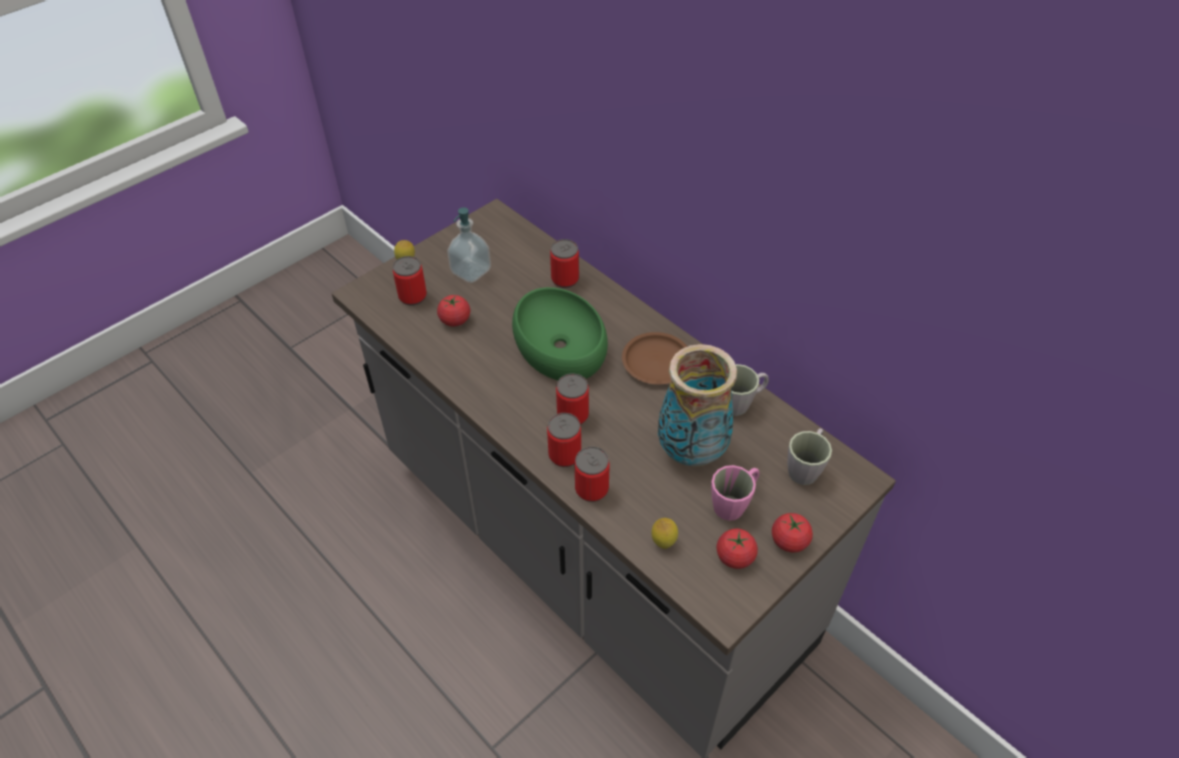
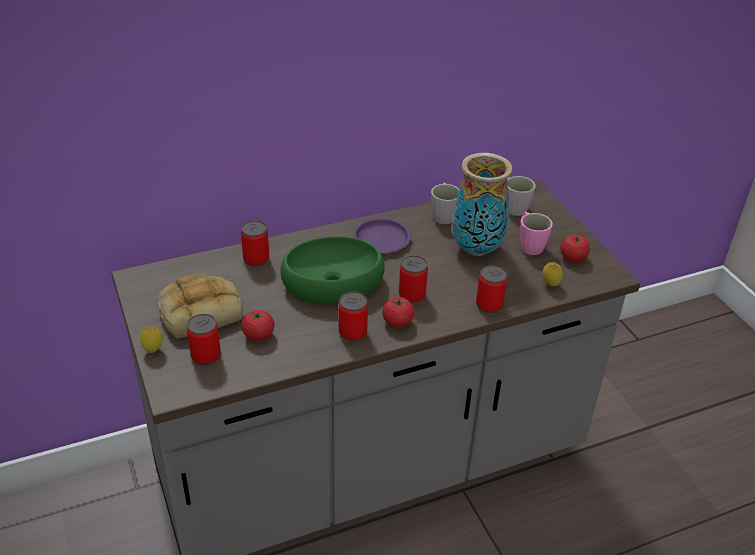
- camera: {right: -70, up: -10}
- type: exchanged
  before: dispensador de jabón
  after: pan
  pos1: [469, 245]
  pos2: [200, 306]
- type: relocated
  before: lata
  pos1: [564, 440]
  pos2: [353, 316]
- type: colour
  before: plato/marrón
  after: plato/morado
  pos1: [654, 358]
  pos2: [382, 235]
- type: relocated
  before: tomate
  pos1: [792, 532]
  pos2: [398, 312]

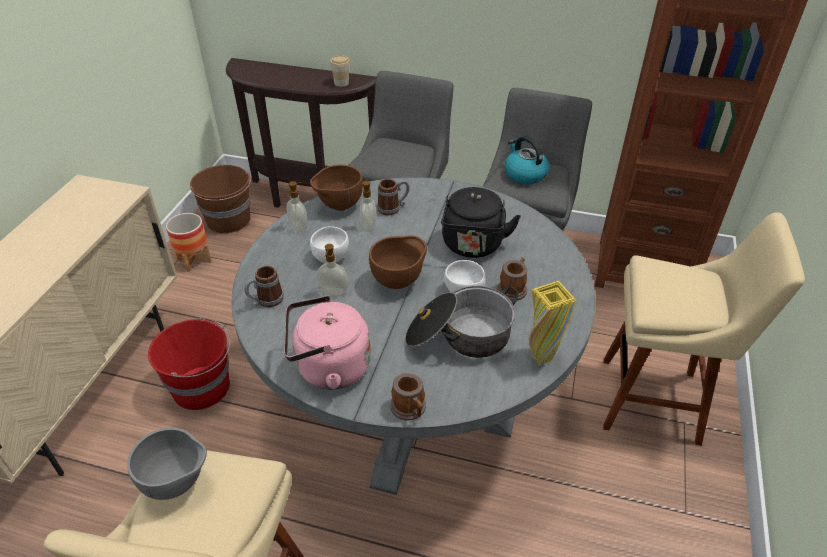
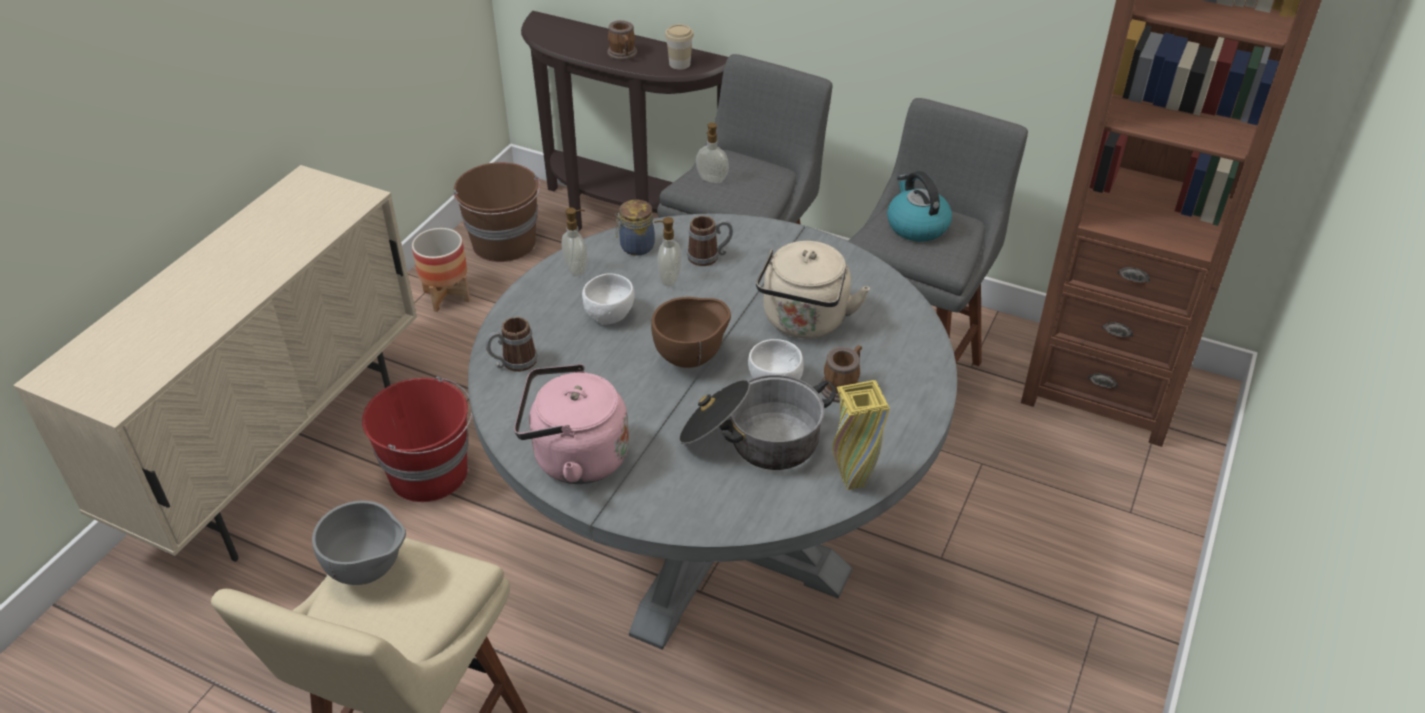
- camera: {right: 10, up: 0}
- type: relocated
  before: taza grande
  pos1: [408, 396]
  pos2: [622, 40]
- type: exchanged
  before: cuenco/marrón
  after: tarro
  pos1: [336, 188]
  pos2: [635, 228]
- type: relocated
  before: dispensador de jabón
  pos1: [333, 270]
  pos2: [712, 153]
- type: colour
  before: hervidor/negro
  after: hervidor/beis
  pos1: [481, 222]
  pos2: [813, 289]
- type: missing
  before: taburete/beis
  pos1: [704, 329]

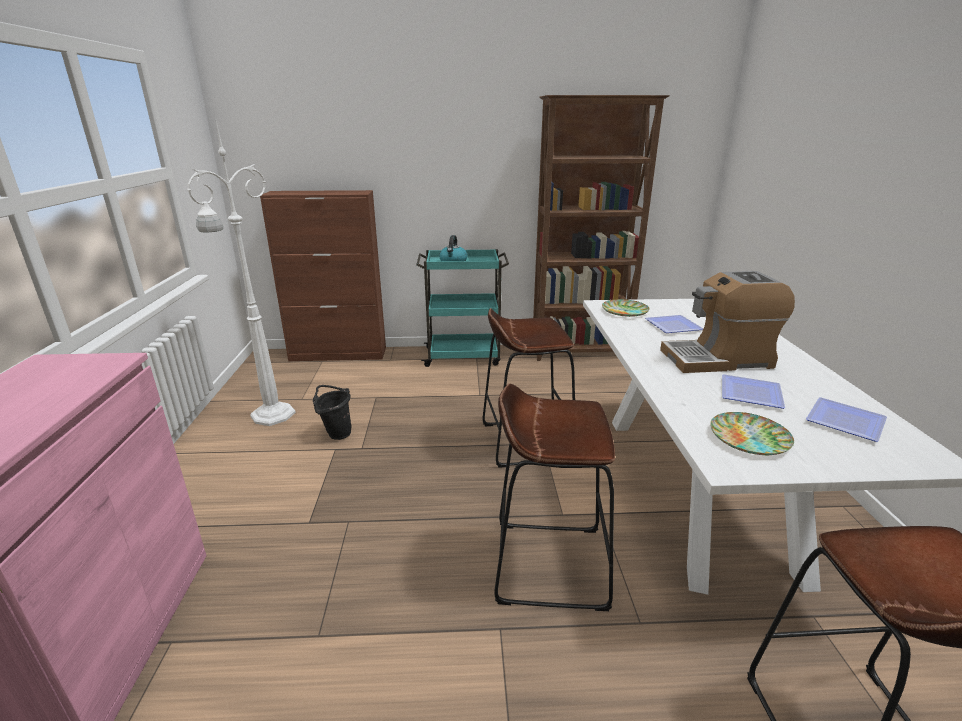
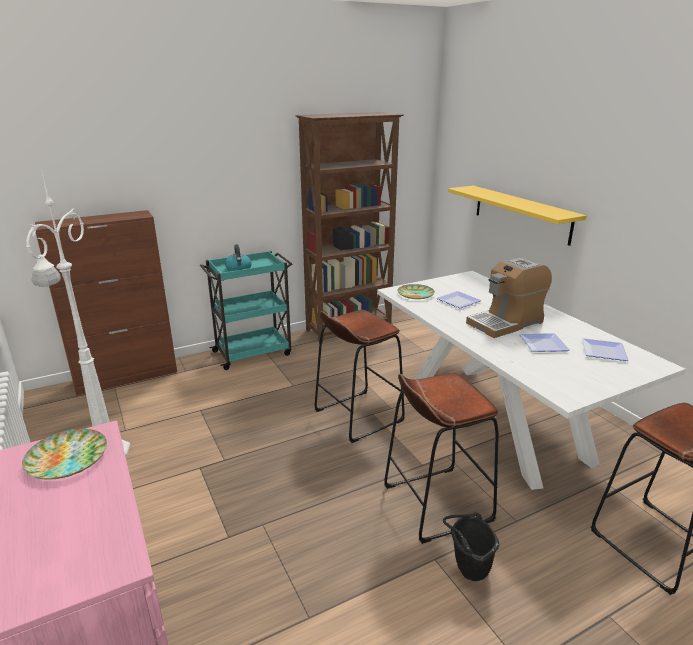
- camera: {right: -25, up: 0}
- type: relocated
  before: plato
  pos1: [752, 433]
  pos2: [64, 454]
- type: relocated
  before: cubo/negro
  pos1: [332, 412]
  pos2: [471, 546]
- type: appeared
  after: estante/amarillo
  pos2: [517, 216]

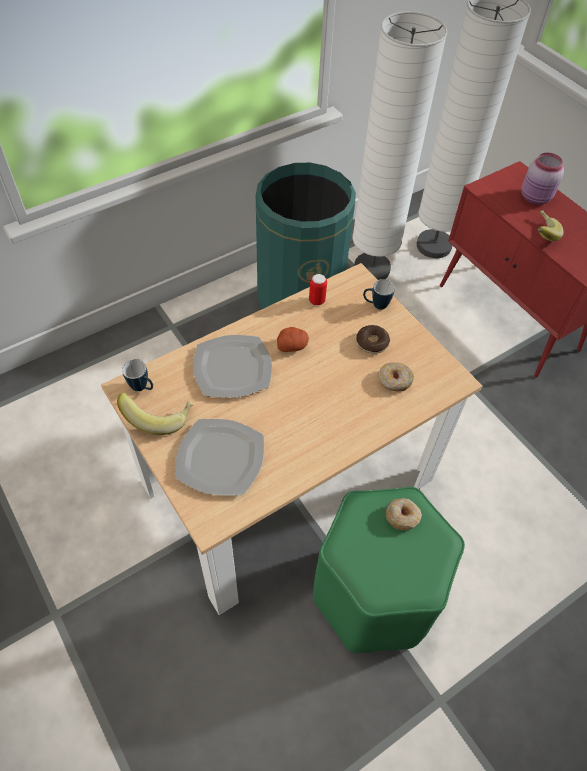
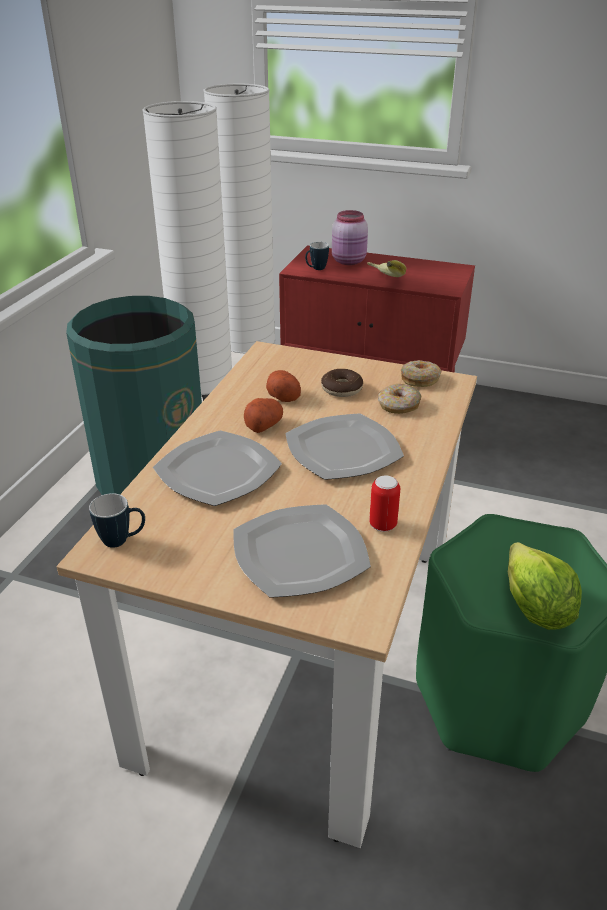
- camera: {right: -35, up: -20}
- type: appeared
  after: patata
  pos2: [283, 386]
- type: appeared
  after: plato
  pos2: [344, 446]
- type: relocated
  before: taza grande
  pos1: [379, 294]
  pos2: [317, 256]
- type: relocated
  before: lata
  pos1: [318, 290]
  pos2: [384, 503]
- type: relocated
  before: rosquilla
  pos1: [404, 514]
  pos2: [421, 373]
- type: appeared
  after: lechuga
  pos2: [545, 586]
- type: missing
  before: plátano
  pos1: [155, 413]

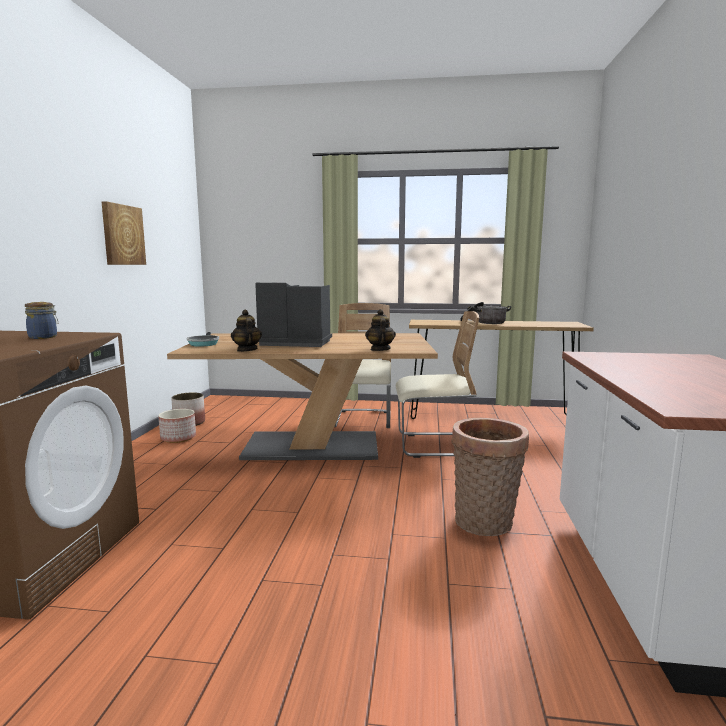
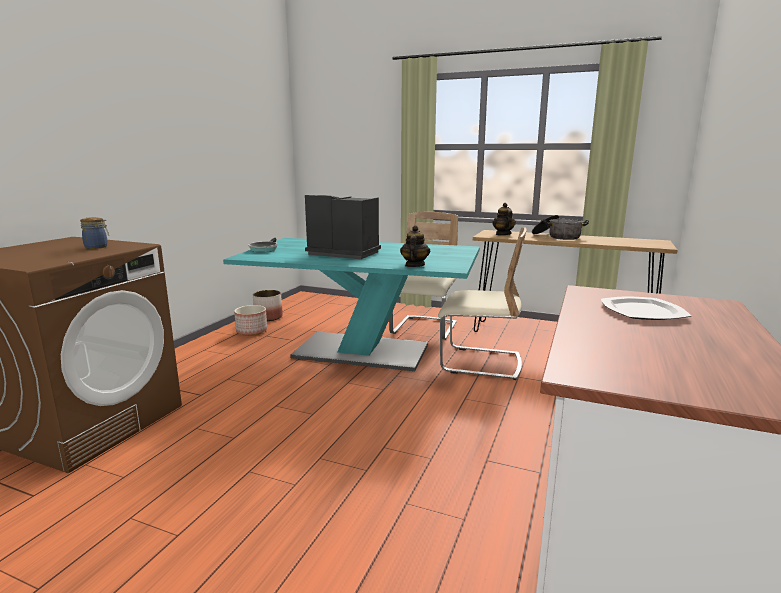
- camera: {right: 15, up: 5}
- type: colour
  before: mesa de comedor/marrón
  after: mesa de comedor/turquesa
  pos1: [302, 396]
  pos2: [351, 304]
- type: relocated
  before: tetera
  pos1: [246, 330]
  pos2: [504, 219]
- type: appeared
  after: plato
  pos2: [646, 308]
- type: missing
  before: cuadro
  pos1: [124, 233]
- type: missing
  before: cesta
  pos1: [490, 477]

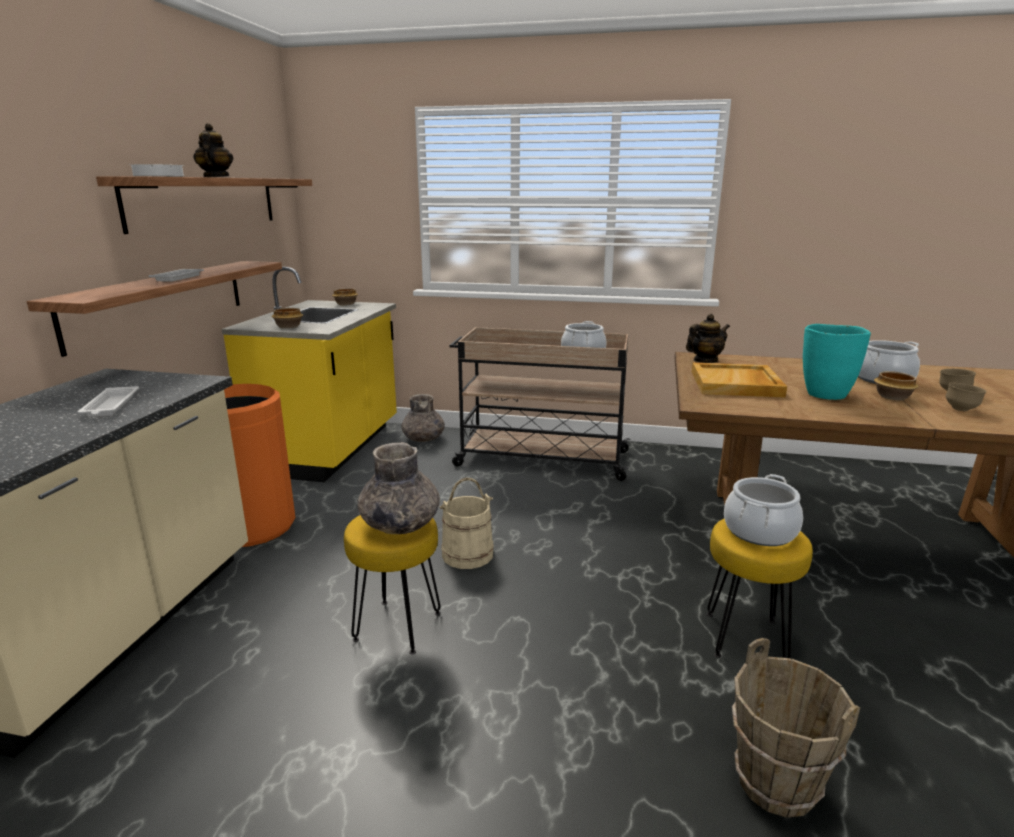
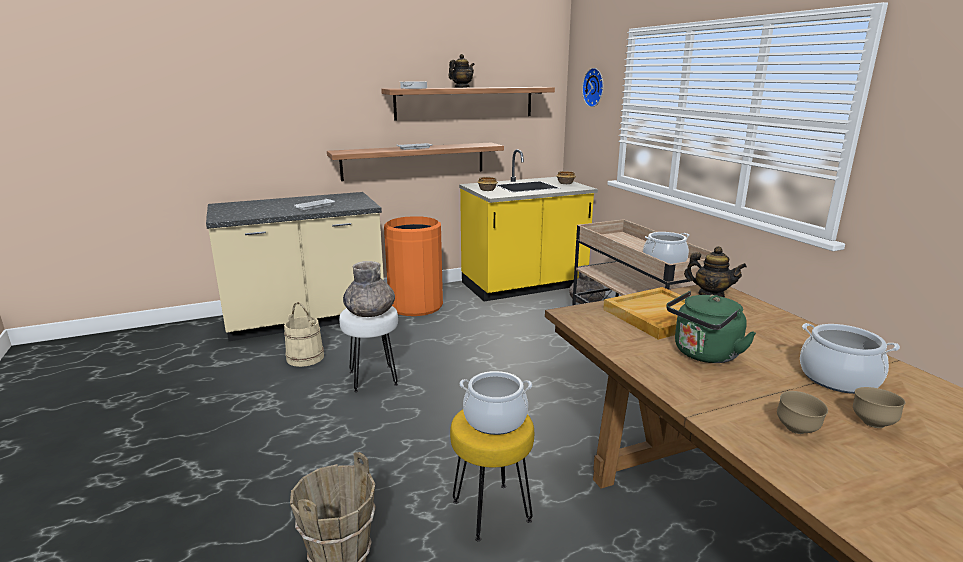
- camera: {right: 55, up: 0}
- type: relocated
  before: cubo/beis
  pos1: [466, 523]
  pos2: [304, 334]
- type: colour
  before: taburete/amarillo
  after: taburete/blanco
  pos1: [392, 584]
  pos2: [368, 349]
- type: appeared
  after: reloj de pared
  pos2: [592, 87]
- type: exchanged
  before: florero/turquesa
  after: hervidor/verde
  pos1: [837, 362]
  pos2: [711, 327]
- type: missing
  before: cuenco
  pos1: [896, 385]

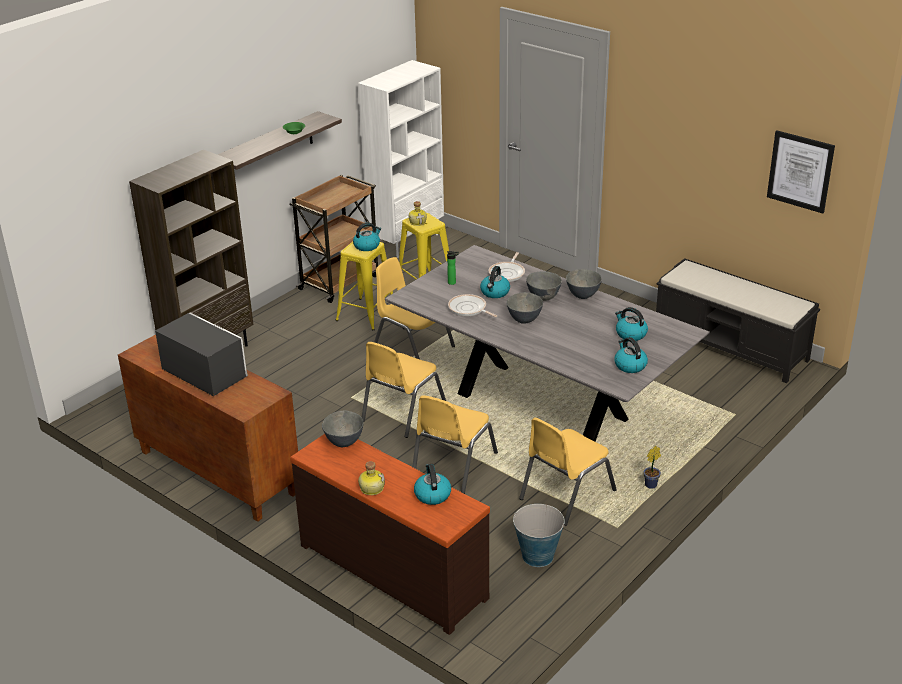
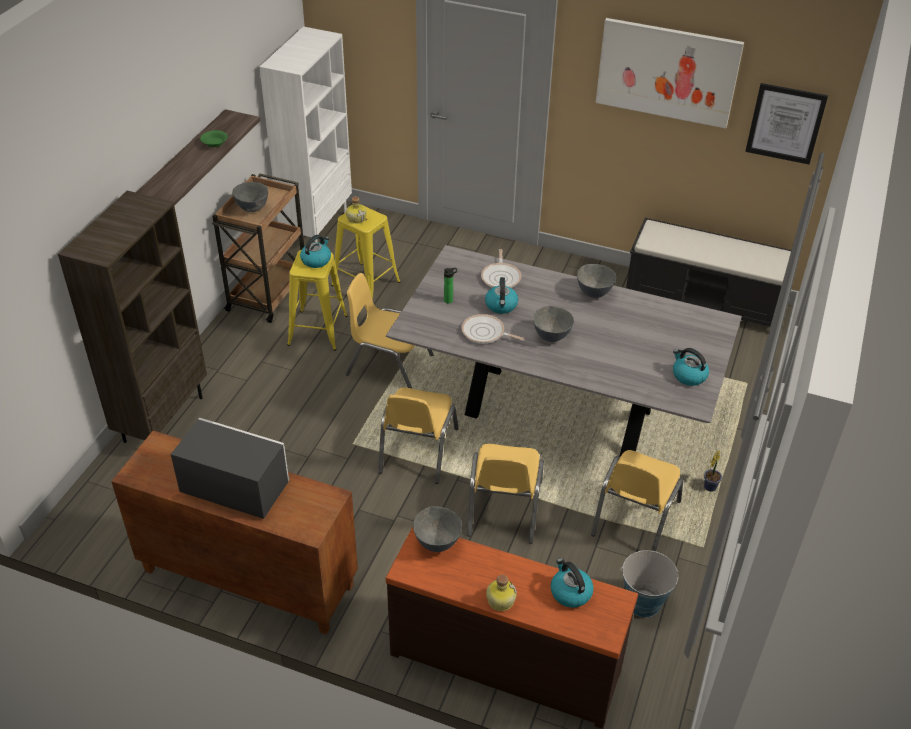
- camera: {right: -20, up: 10}
- type: relocated
  before: cuenco/gris
  pos1: [544, 286]
  pos2: [250, 197]
- type: appeared
  after: cuadro
  pos2: [670, 73]
- type: missing
  before: hervidor
  pos1: [631, 324]

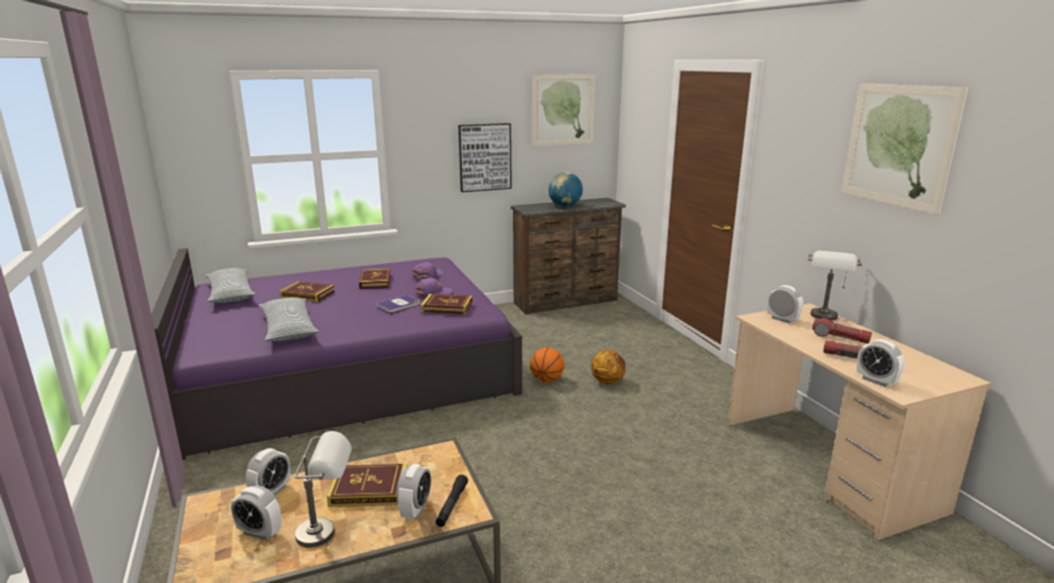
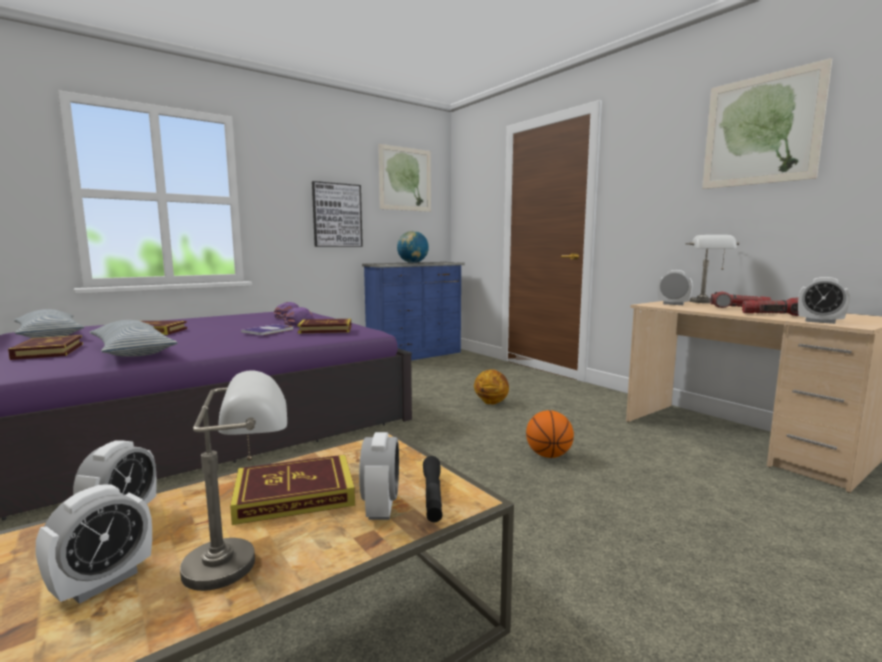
- camera: {right: -15, up: -10}
- type: relocated
  before: libro
  pos1: [375, 279]
  pos2: [45, 347]
- type: spun
  before: despertador
  pos1: [256, 513]
  pos2: [93, 544]
  turn: -60
- type: colour
  before: cómoda/marrón
  after: cómoda/azul
  pos1: [568, 256]
  pos2: [413, 311]
- type: relocated
  before: balón de baloncesto
  pos1: [547, 365]
  pos2: [550, 434]

